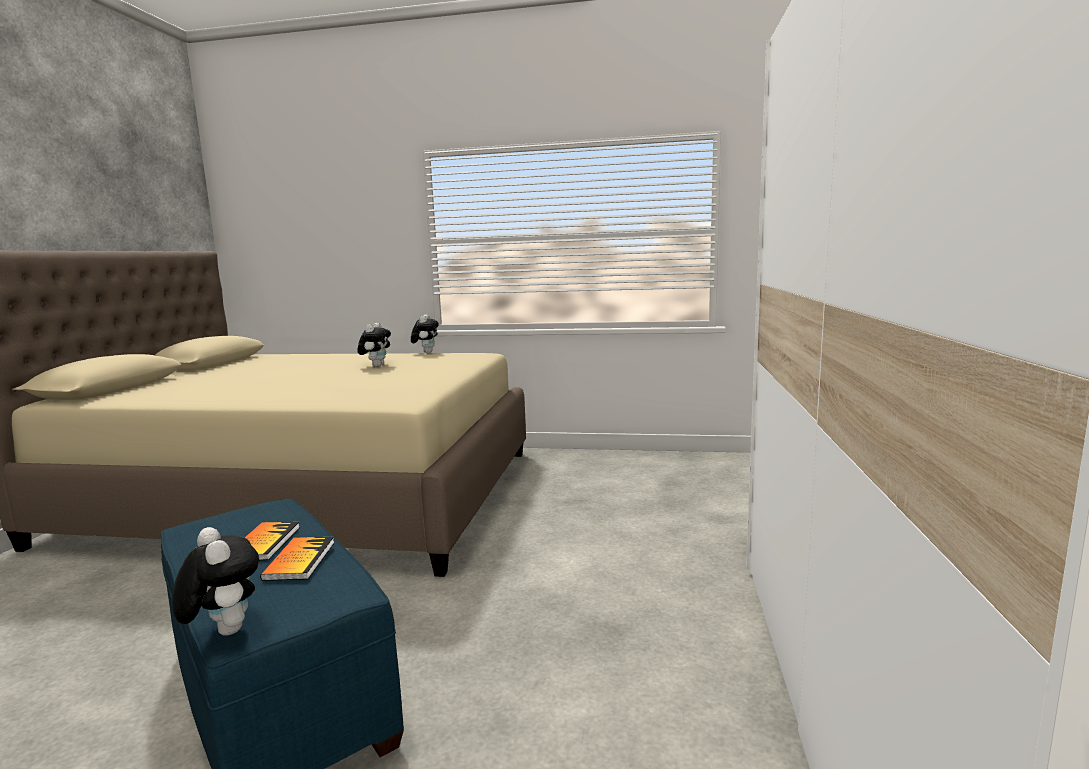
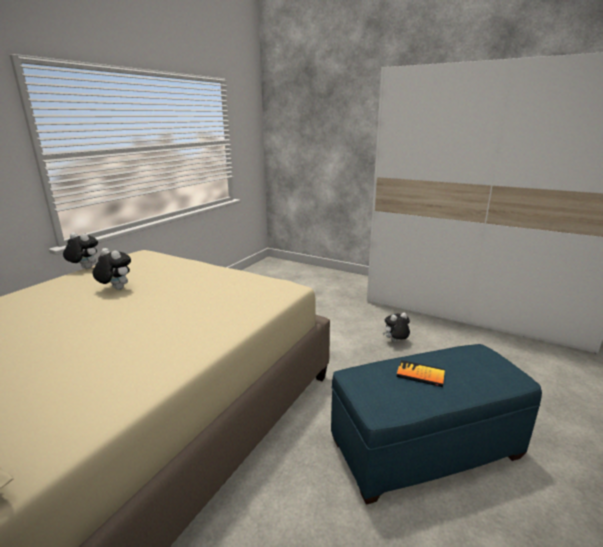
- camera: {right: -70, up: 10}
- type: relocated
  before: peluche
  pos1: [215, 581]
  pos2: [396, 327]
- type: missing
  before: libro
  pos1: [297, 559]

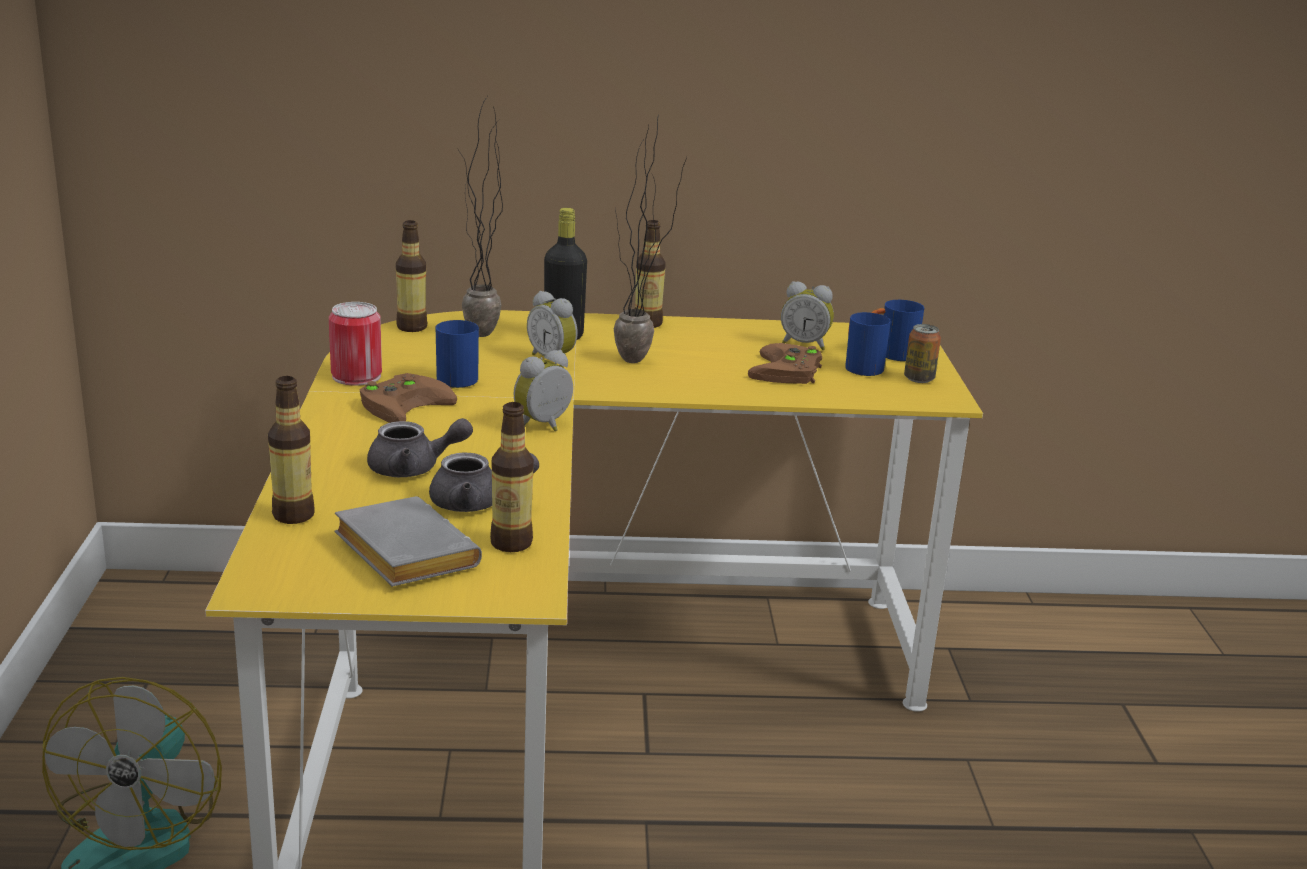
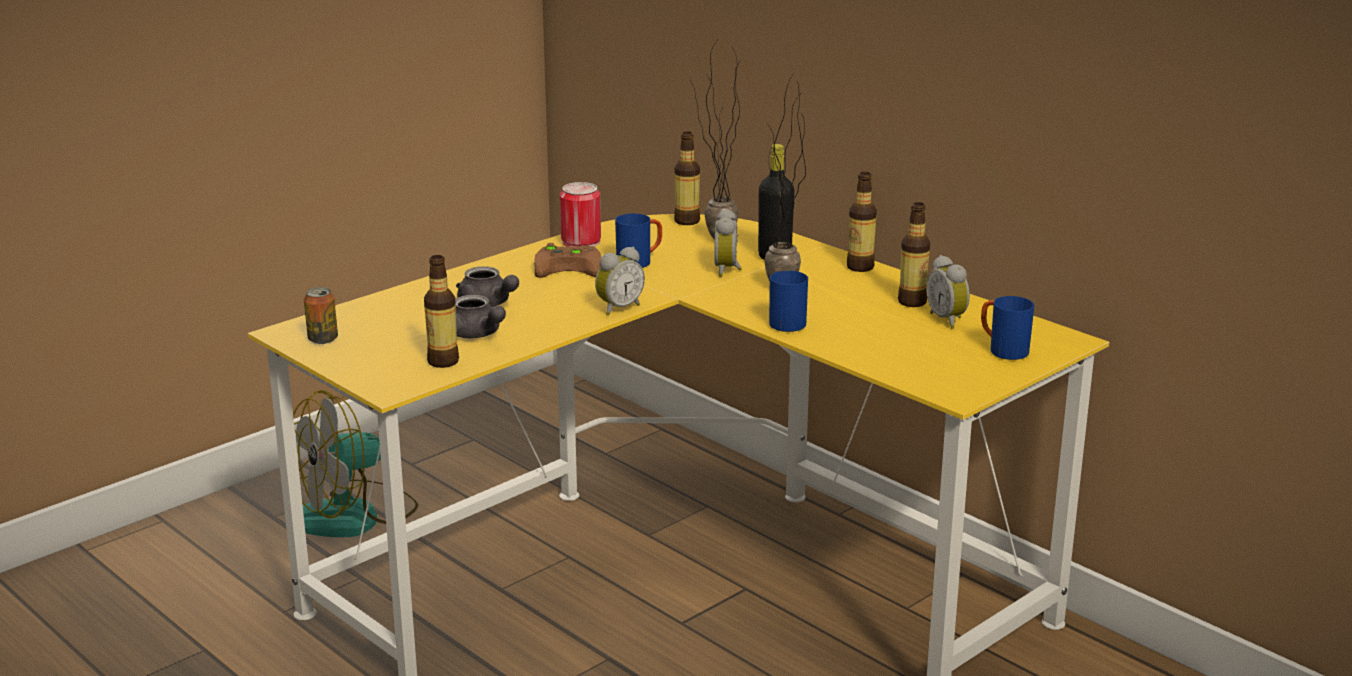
- camera: {right: 50, up: 0}
- type: relocated
  before: lata
  pos1: [922, 353]
  pos2: [321, 315]
- type: spun
  before: despertador
  pos1: [543, 390]
  pos2: [620, 281]
  turn: 135
- type: relocated
  before: taza grande/azul
  pos1: [868, 344]
  pos2: [788, 301]
- type: relocated
  before: botella
  pos1: [291, 450]
  pos2: [914, 254]
- type: missing
  before: libro/gris
  pos1: [408, 541]
- type: missing
  before: mando de consola/marrón
  pos1: [785, 363]

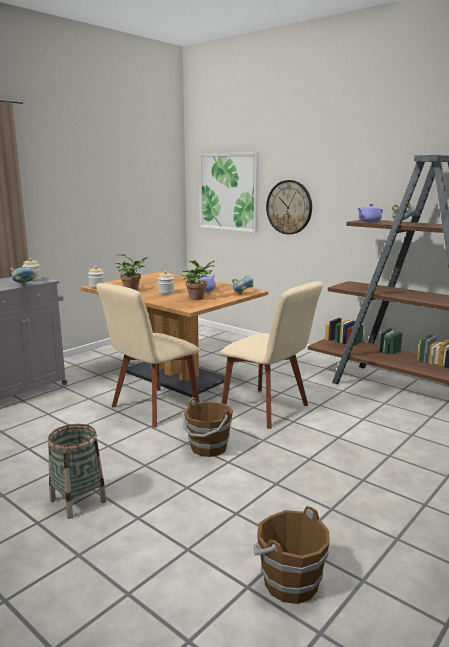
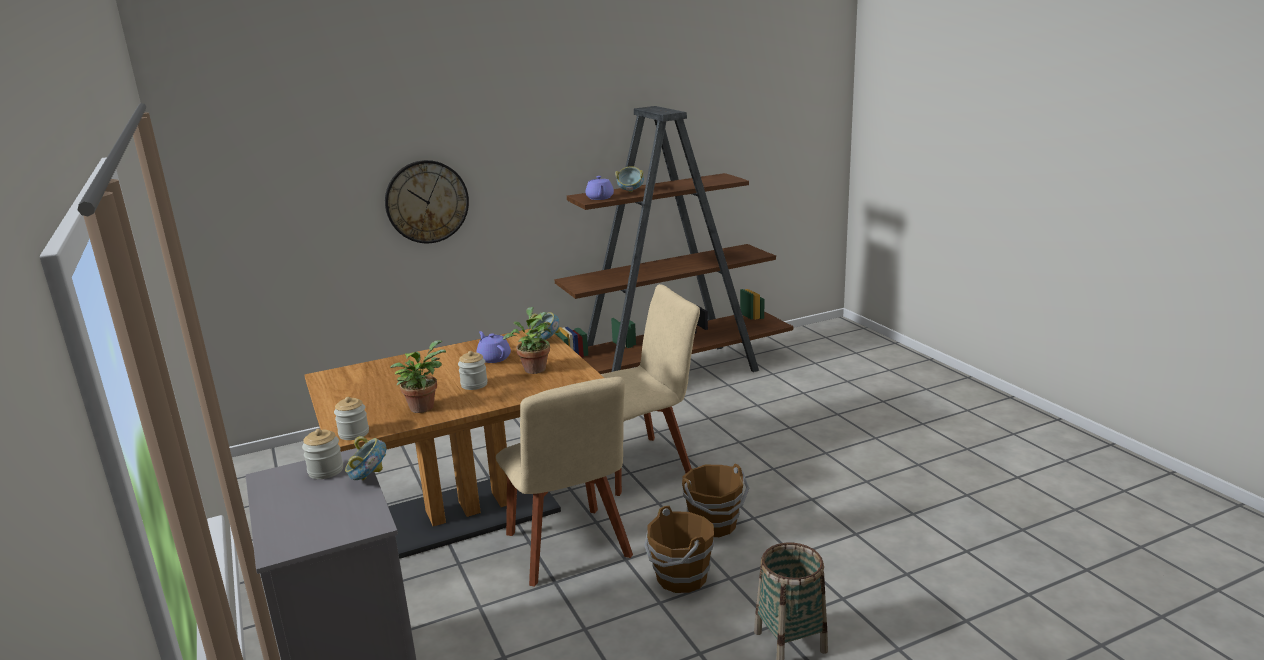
- camera: {right: -65, up: 5}
- type: relocated
  before: cubo/marrón
  pos1: [291, 555]
  pos2: [679, 549]
- type: missing
  before: cuadro
  pos1: [229, 192]

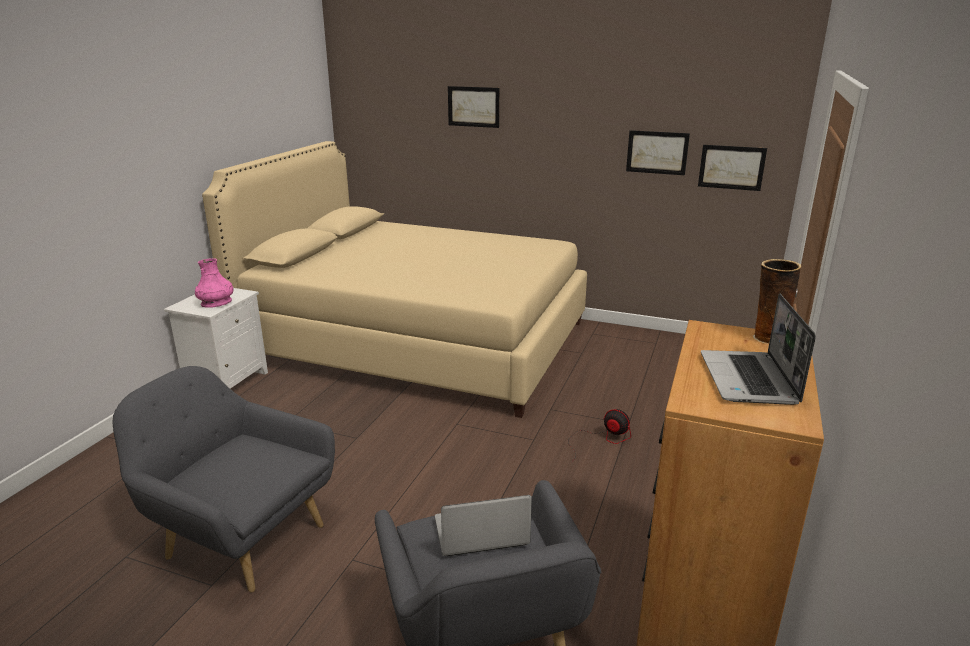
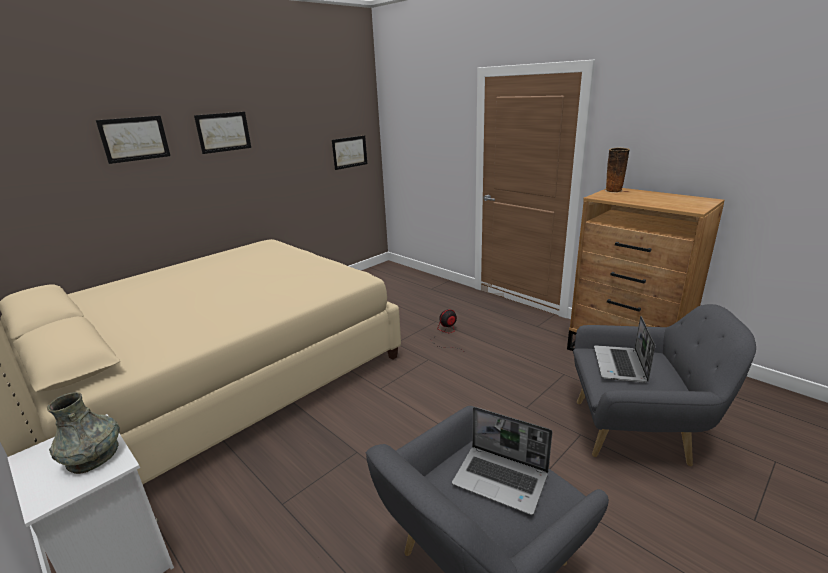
- camera: {right: -65, up: 0}
- type: colour
  before: florero/rosa
  after: florero/gris
  pos1: [214, 283]
  pos2: [83, 433]
- type: relocated
  before: cuadro
  pos1: [658, 152]
  pos2: [222, 133]
- type: relocated
  before: portátil
  pos1: [758, 349]
  pos2: [502, 461]

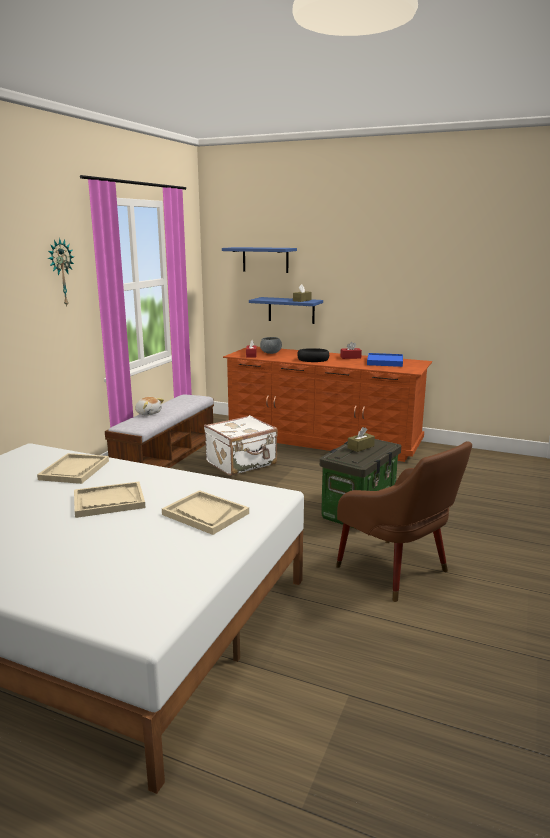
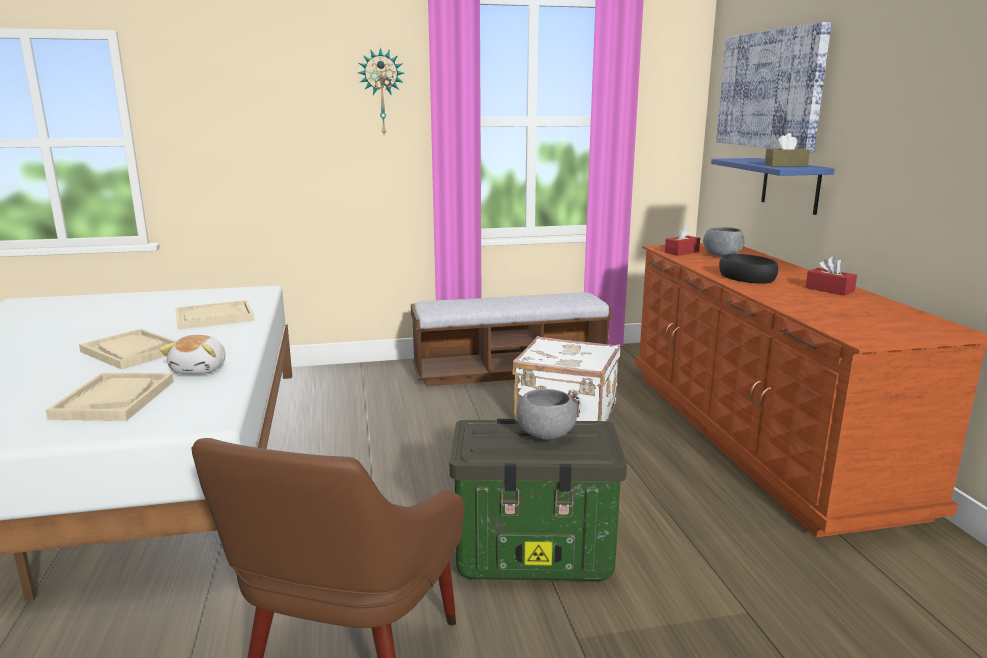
- camera: {right: 55, up: 0}
- type: relocated
  before: peluche
  pos1: [149, 406]
  pos2: [192, 354]
- type: exchanged
  before: caja de pañuelos/marrón
  after: cuenco/gris
  pos1: [361, 439]
  pos2: [546, 414]
- type: exchanged
  before: estante/azul
  after: cuadro
  pos1: [259, 260]
  pos2: [773, 87]
- type: missing
  before: bandeja/azul
  pos1: [385, 360]

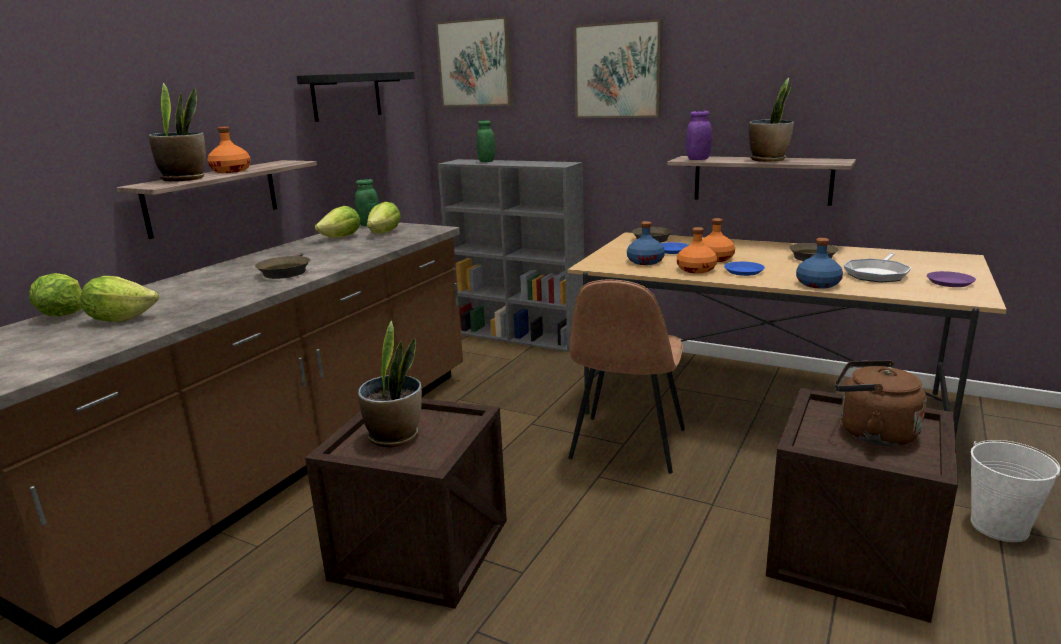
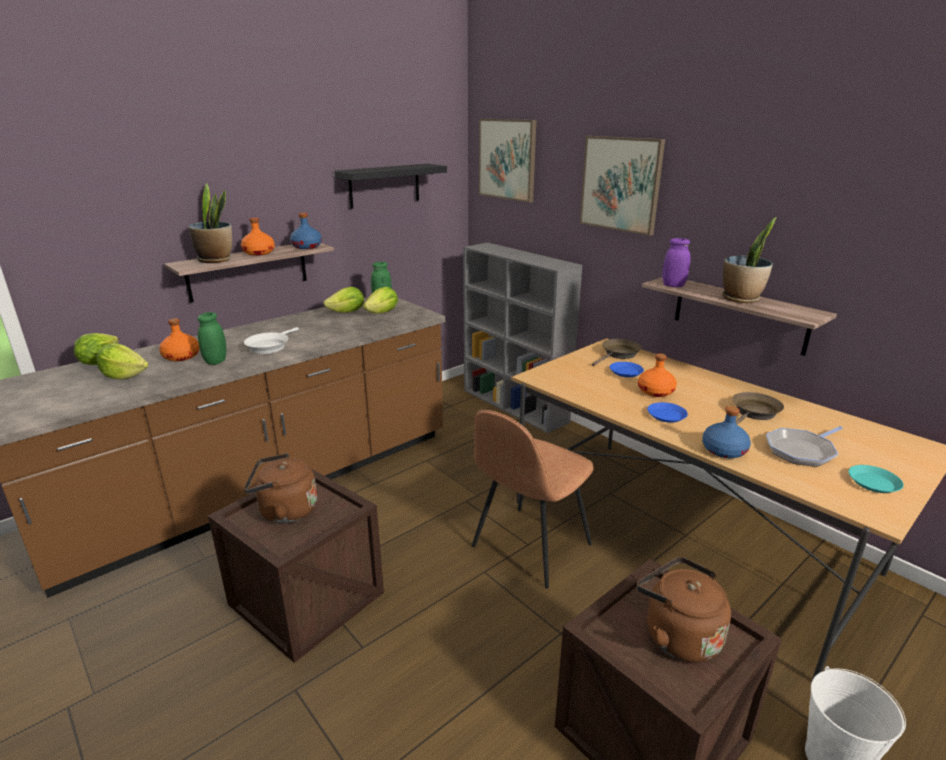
- camera: {right: 20, up: 5}
- type: relocated
  before: botella/naranja
  pos1: [697, 250]
  pos2: [179, 339]
- type: relocated
  before: tarro/verde
  pos1: [486, 141]
  pos2: [211, 338]
- type: colour
  before: sartén/marrón
  after: sartén/blanco
  pos1: [282, 265]
  pos2: [271, 340]
- type: exchanged
  before: planta en maceta
  after: hervidor/marrón
  pos1: [390, 383]
  pos2: [280, 488]
- type: relocated
  before: botella/azul
  pos1: [646, 243]
  pos2: [306, 231]
- type: colour
  before: plato/morado
  after: plato/turquesa
  pos1: [951, 279]
  pos2: [876, 479]

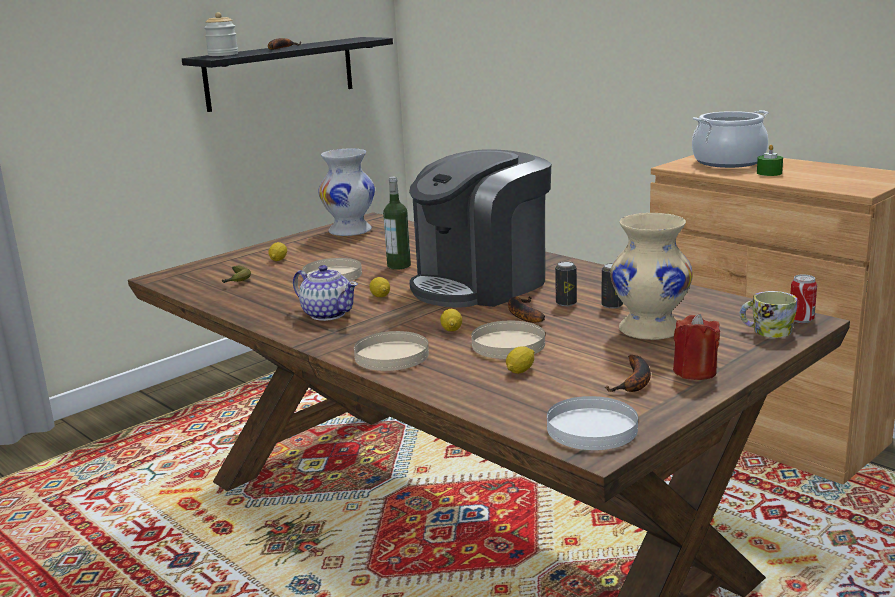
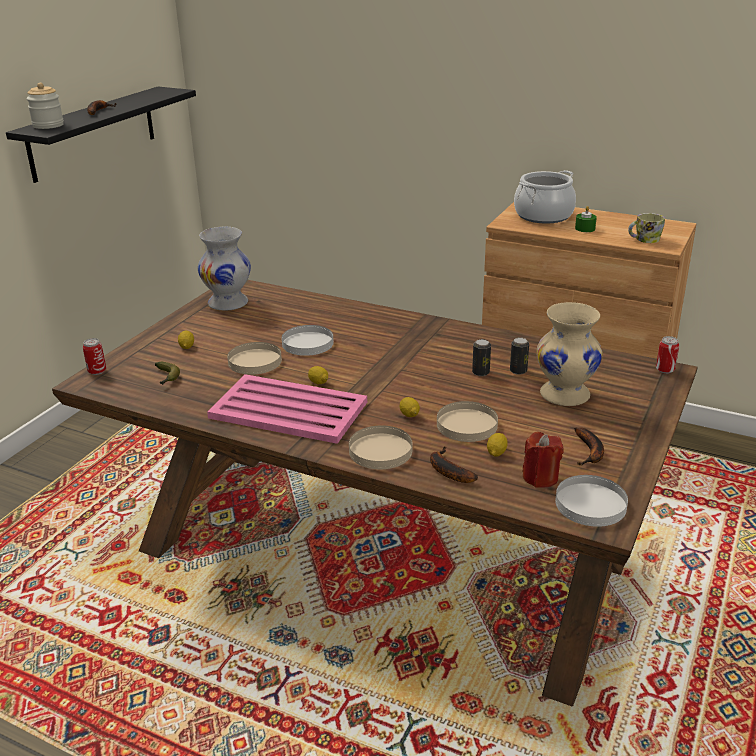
- camera: {right: -20, up: 10}
- type: appeared
  after: lata
  pos2: [94, 356]
- type: exchanged
  before: tetera
  after: bandeja/rosa
  pos1: [325, 293]
  pos2: [287, 409]
- type: exchanged
  before: botella
  after: plato/blanco
  pos1: [397, 223]
  pos2: [308, 340]
- type: relocated
  before: plátano
  pos1: [526, 309]
  pos2: [454, 465]
- type: relocated
  before: vela/rojo
  pos1: [696, 347]
  pos2: [543, 460]
- type: relocated
  before: taza grande
  pos1: [768, 314]
  pos2: [646, 228]
- type: missing
  before: cafetera
  pos1: [480, 229]

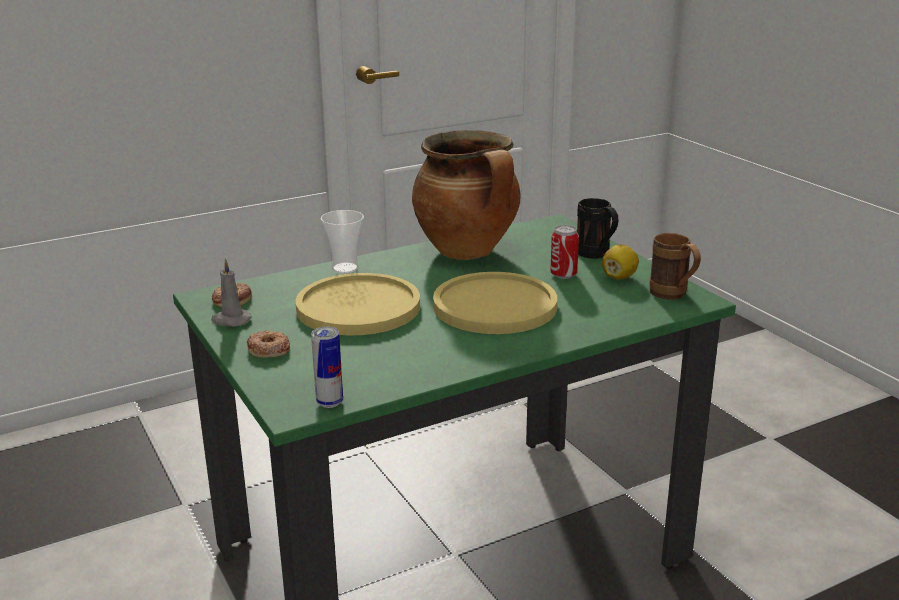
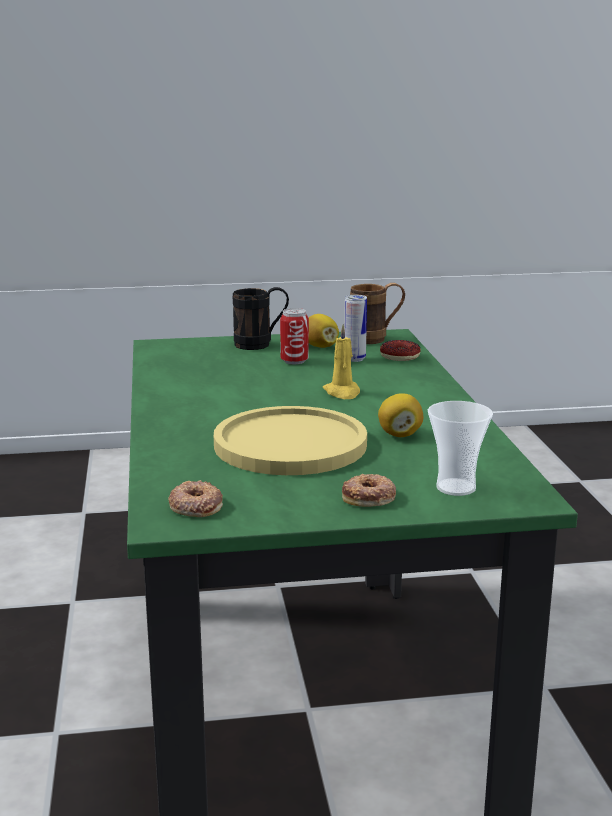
- camera: {right: -70, up: -5}
- type: exchanged
  before: plato/amarillo
  after: vela/amarillo
  pos1: [495, 303]
  pos2: [341, 361]
- type: relocated
  before: lata
  pos1: [327, 367]
  pos2: [355, 328]
- type: appeared
  after: limón
  pos2: [401, 415]
- type: appeared
  after: rosquilla
  pos2: [400, 350]
- type: relocated
  before: taza
  pos1: [342, 242]
  pos2: [460, 448]
- type: missing
  before: vela/gris
  pos1: [231, 292]
- type: missing
  before: olla
  pos1: [466, 195]

